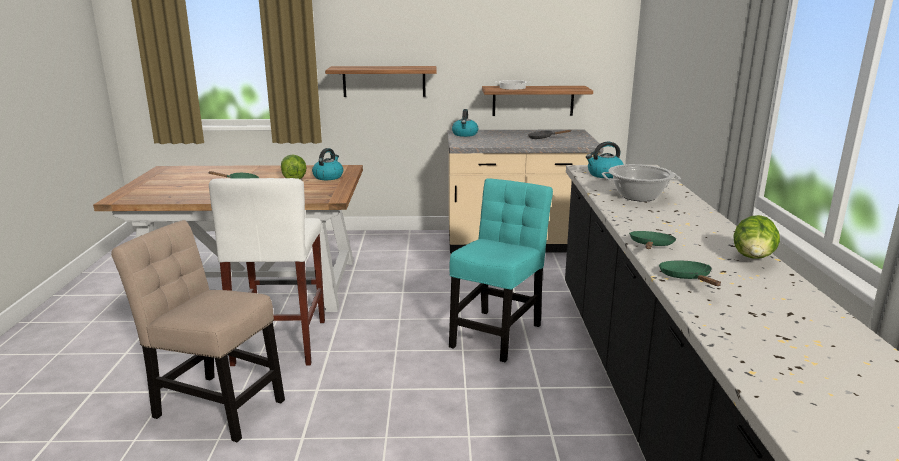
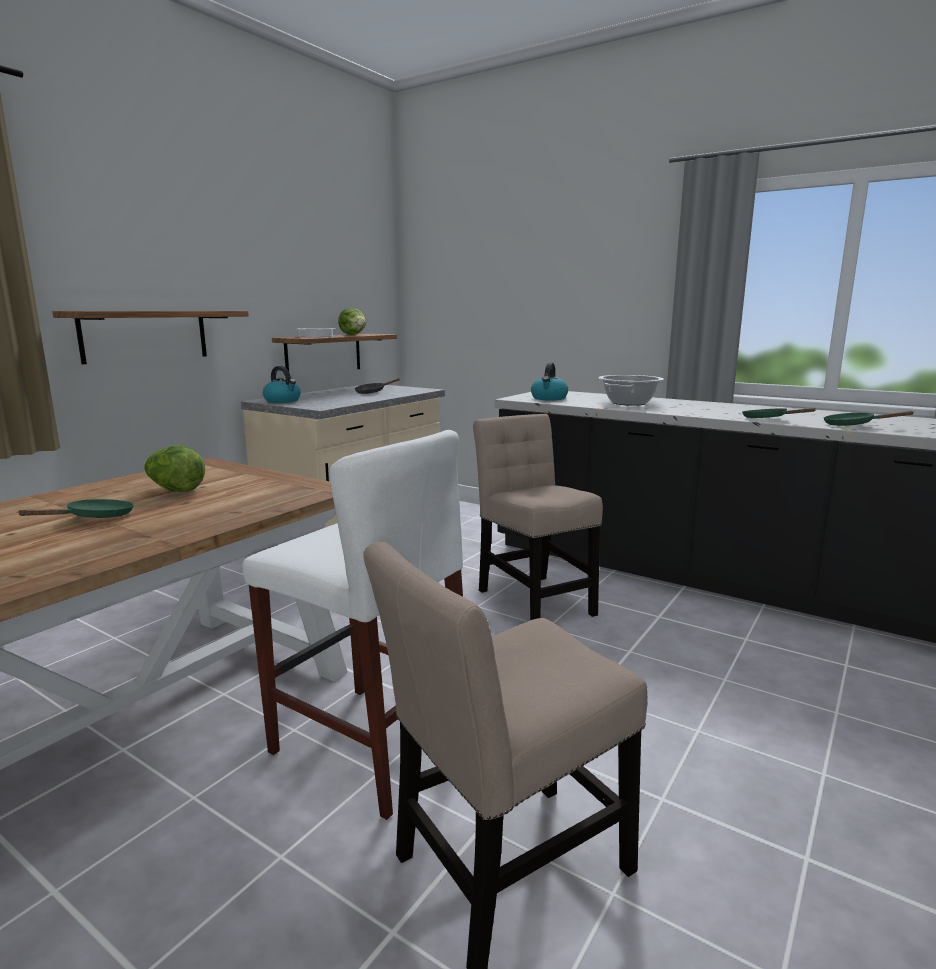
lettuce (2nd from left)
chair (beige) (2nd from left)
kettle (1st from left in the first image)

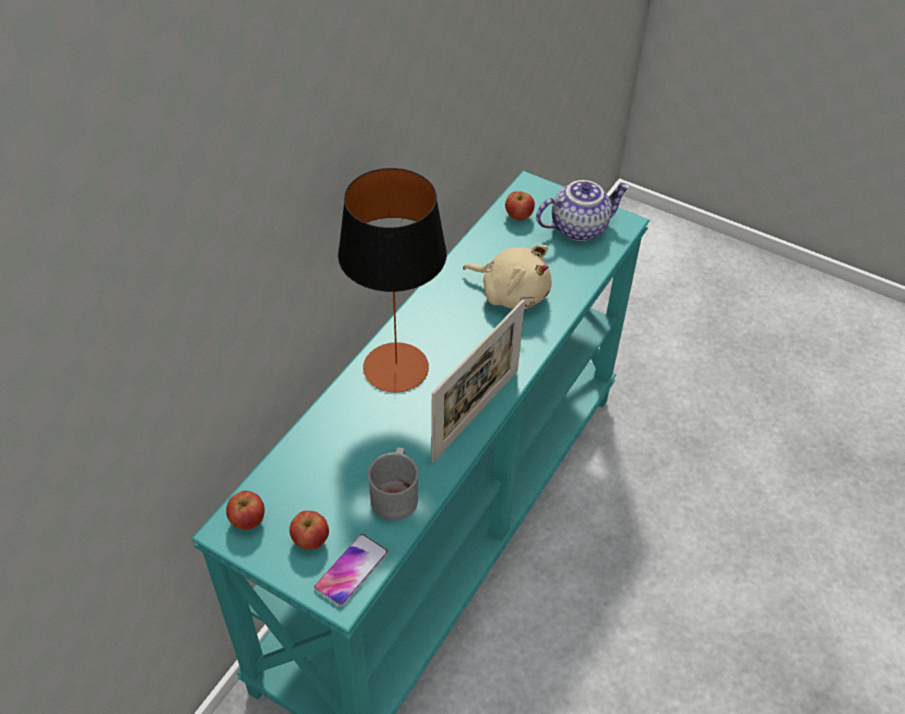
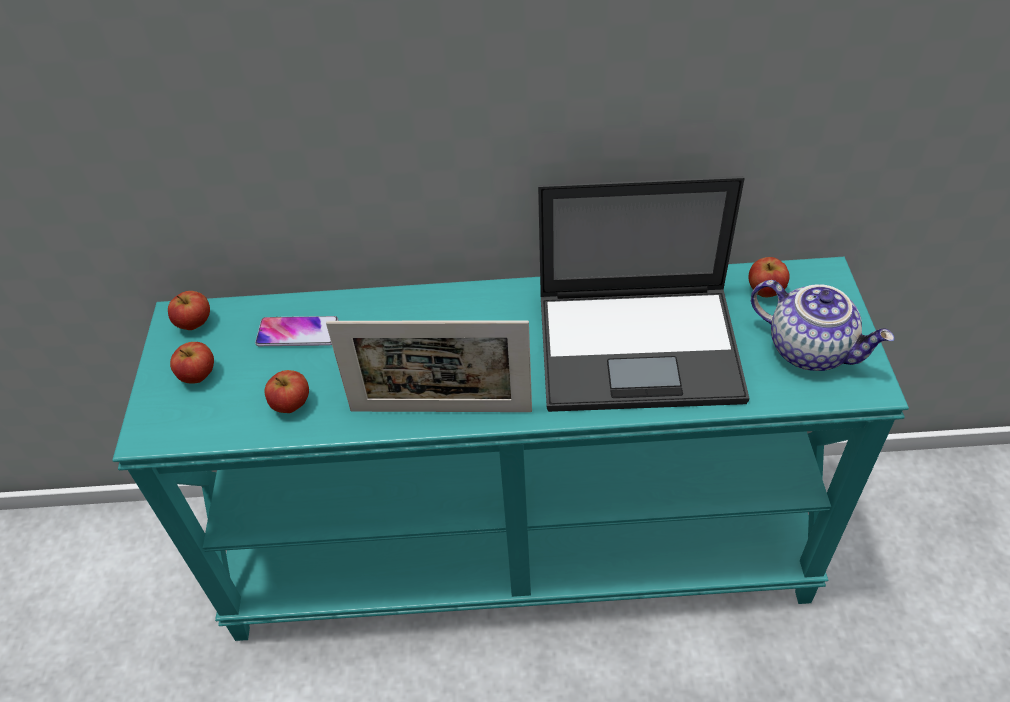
phone
apple (3rd from left)
laptop
table lamp

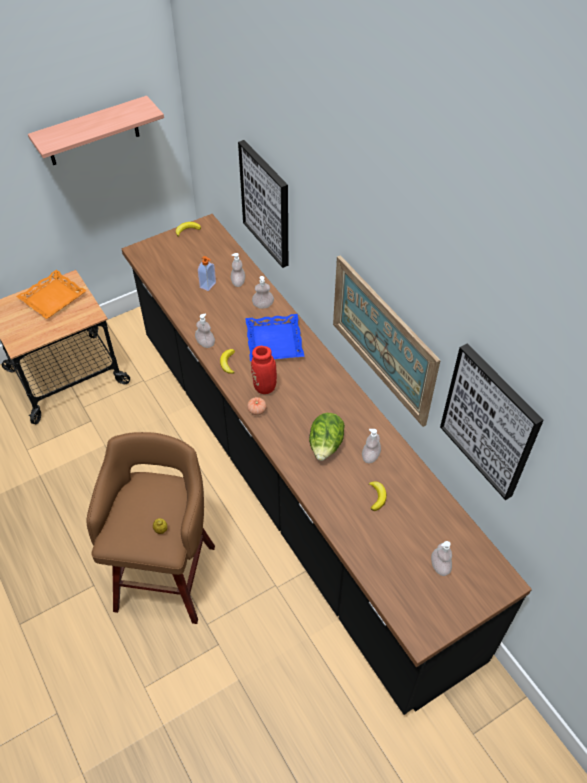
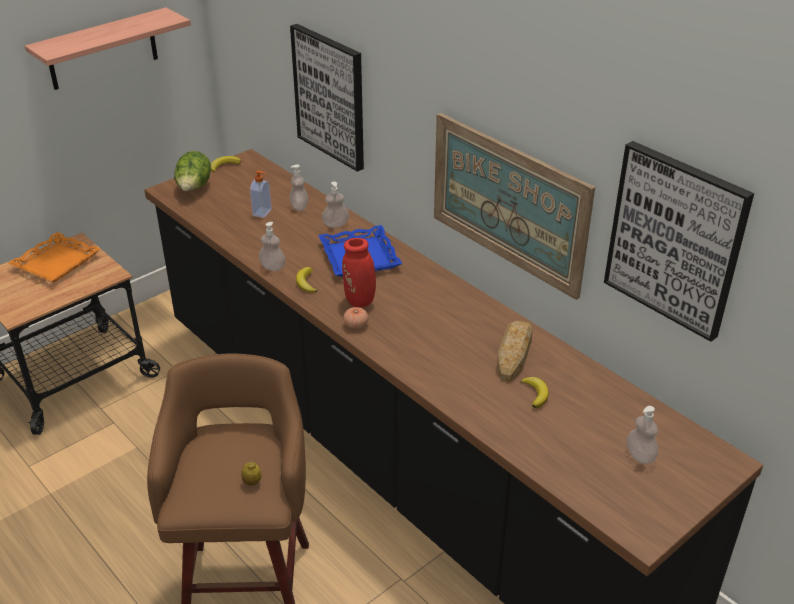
lettuce
bread

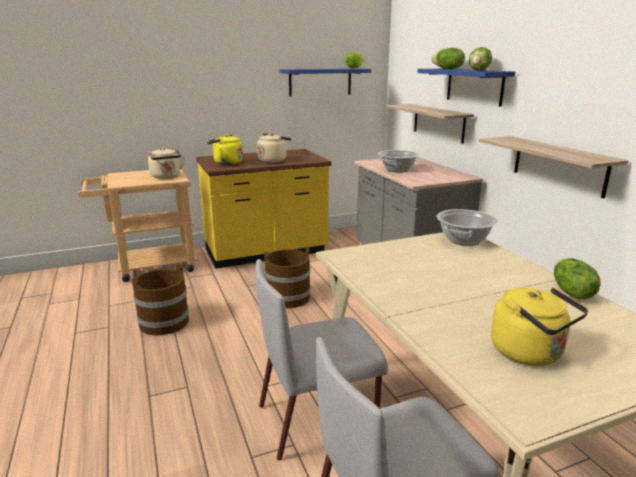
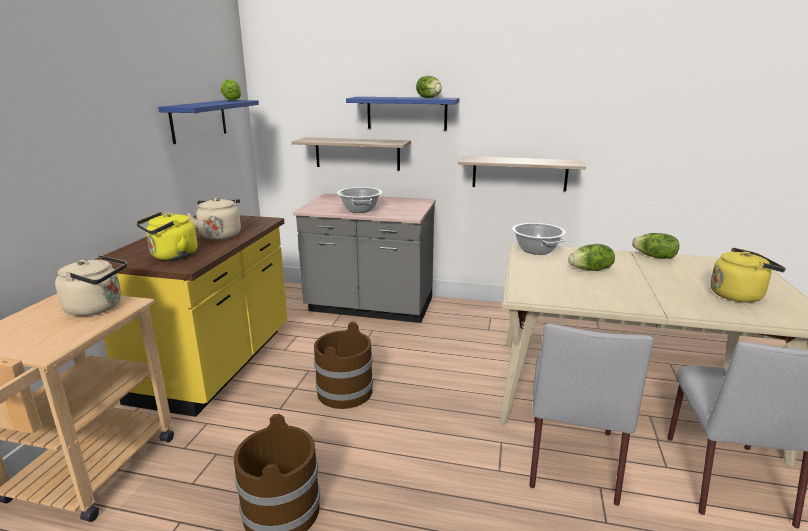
lettuce (3rd from left)

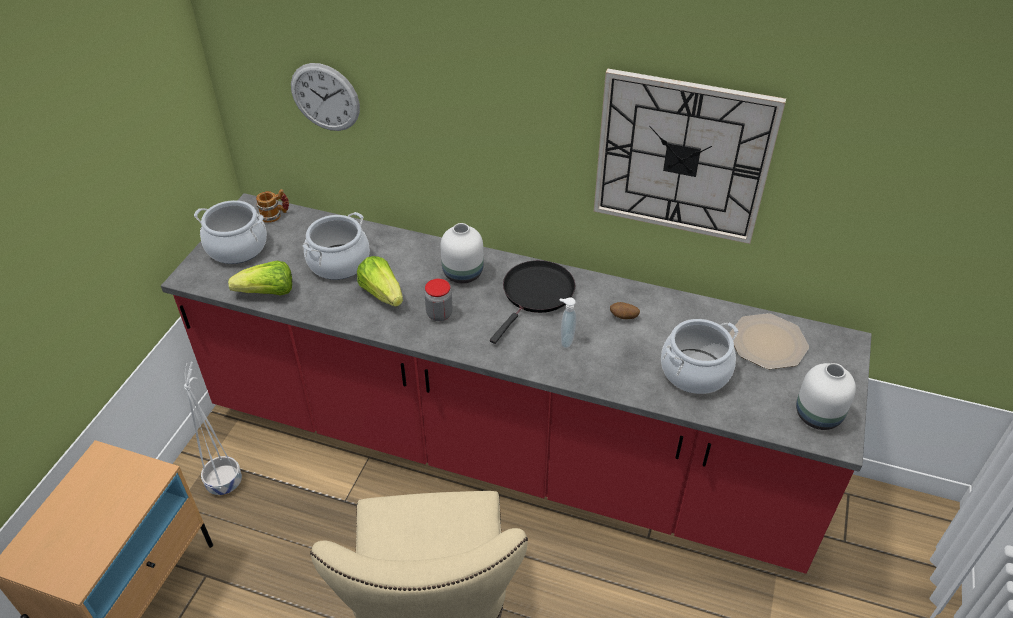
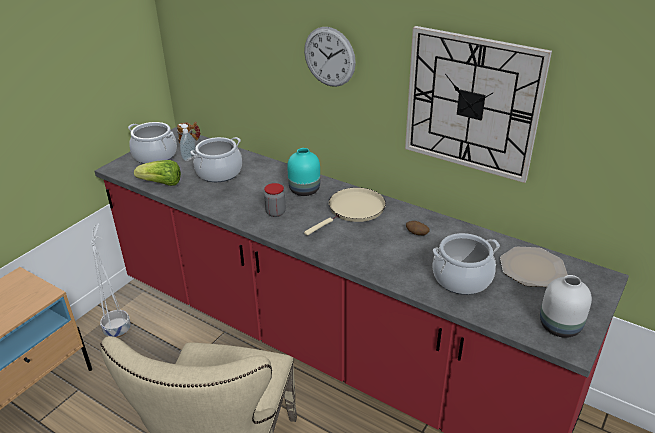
soap dispenser
vase (turquoise)
wall clock (1st from left)
frying pan (beige)
lettuce (2nd from left in the first image)

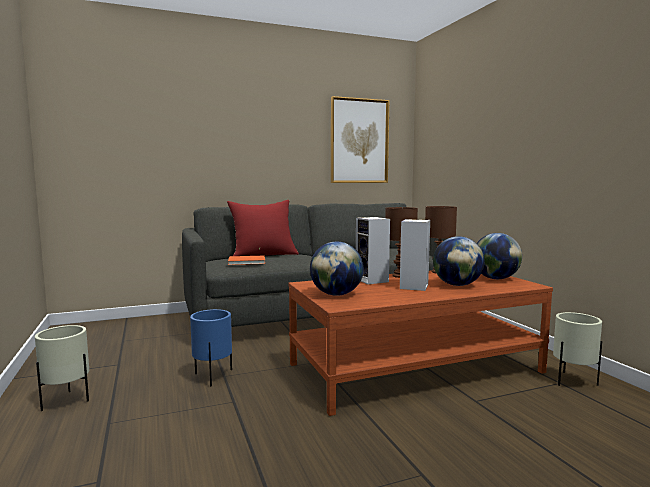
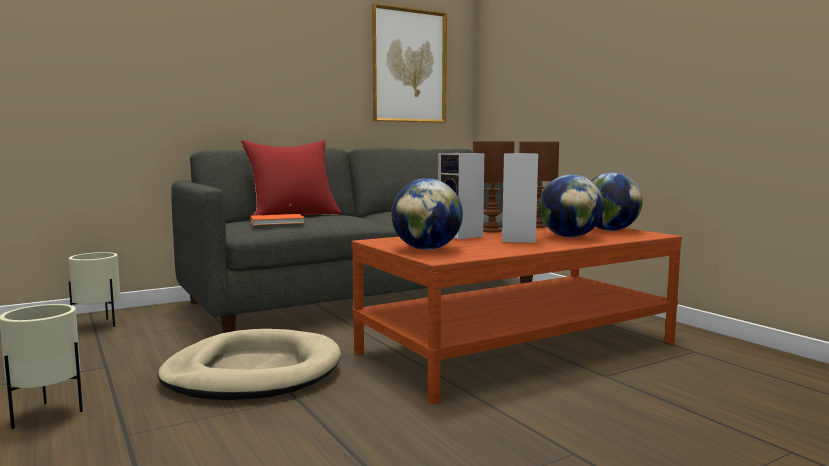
planter (beige) (2nd from left)
dog bed (beige)

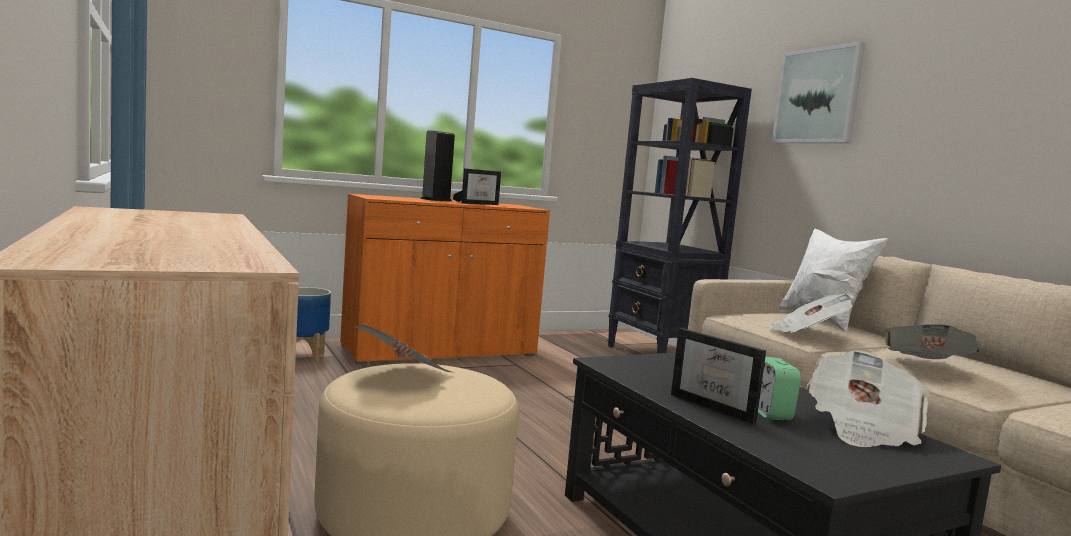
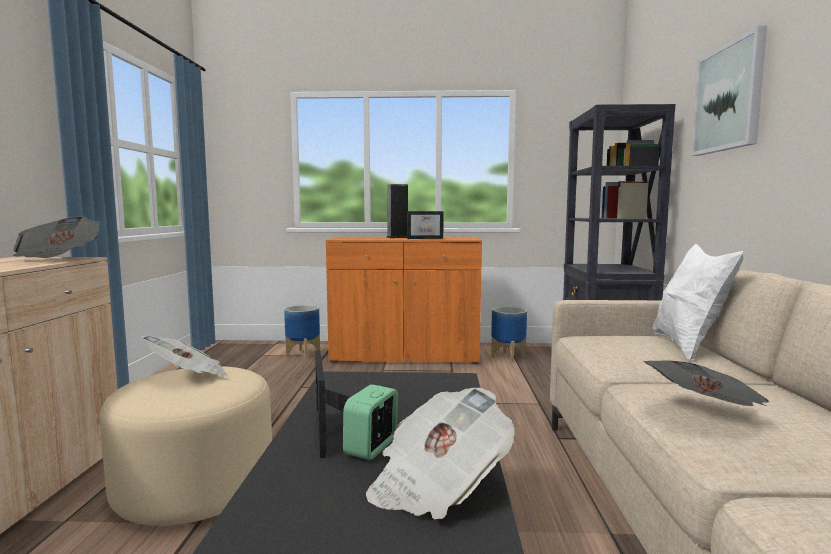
newspaper (1st from left)
planter (2nd from left)

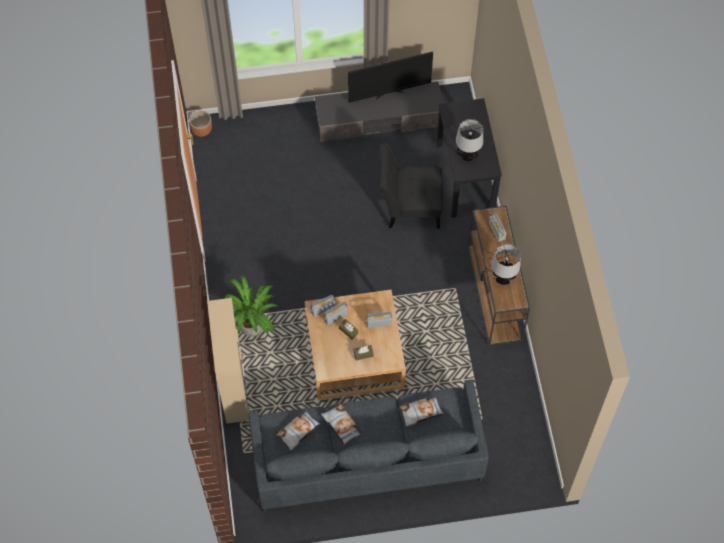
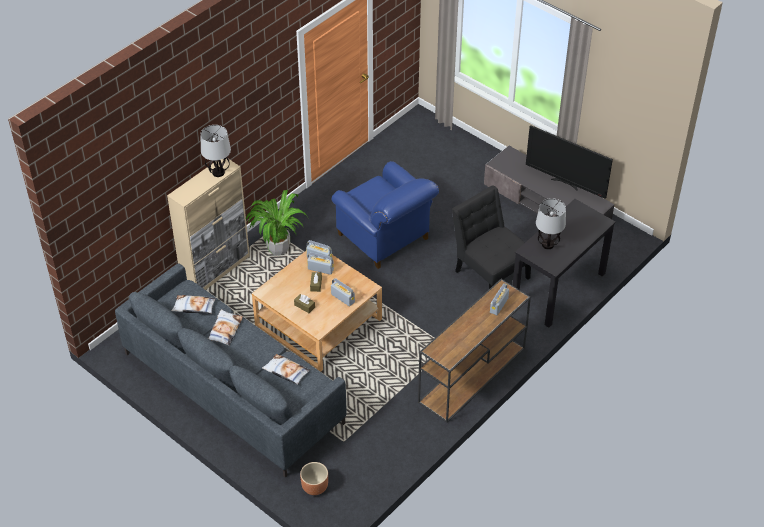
table lamp (1st from left)
planter (brown)
armchair (blue)

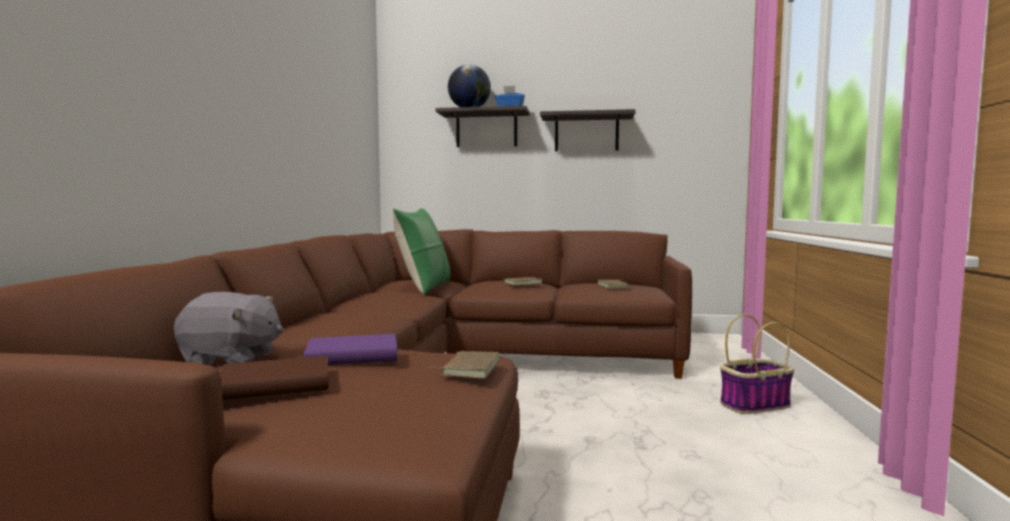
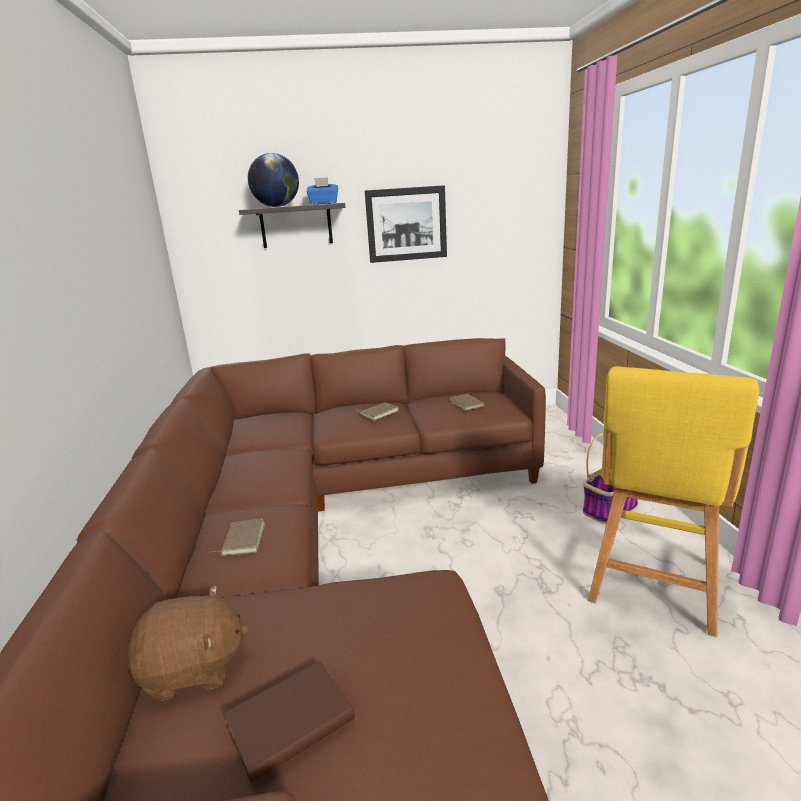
plush toy (brown)
book (brown) (1st from left)
picture
stool (yellow)
book (purple)
pillow (green)

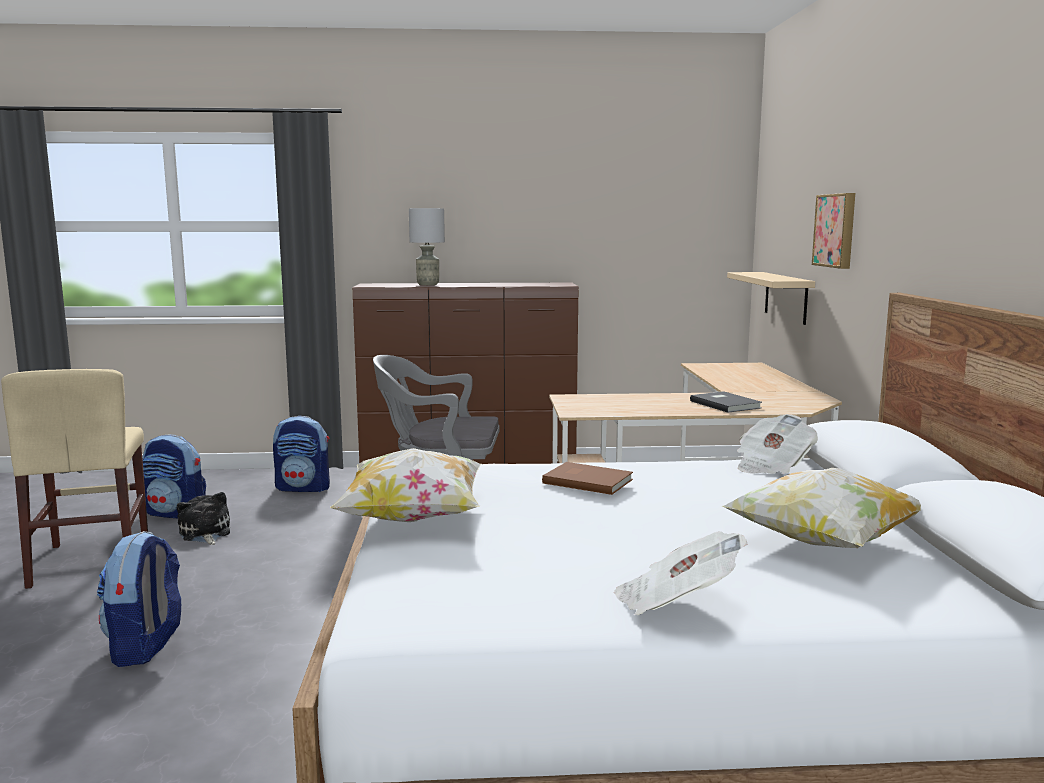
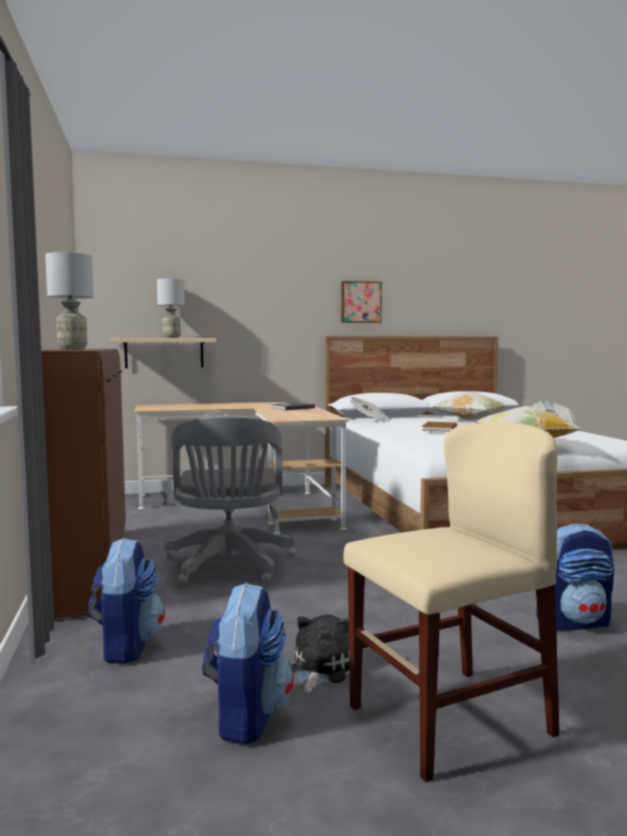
table lamp (grey) (2nd from left)
plush toy
picture

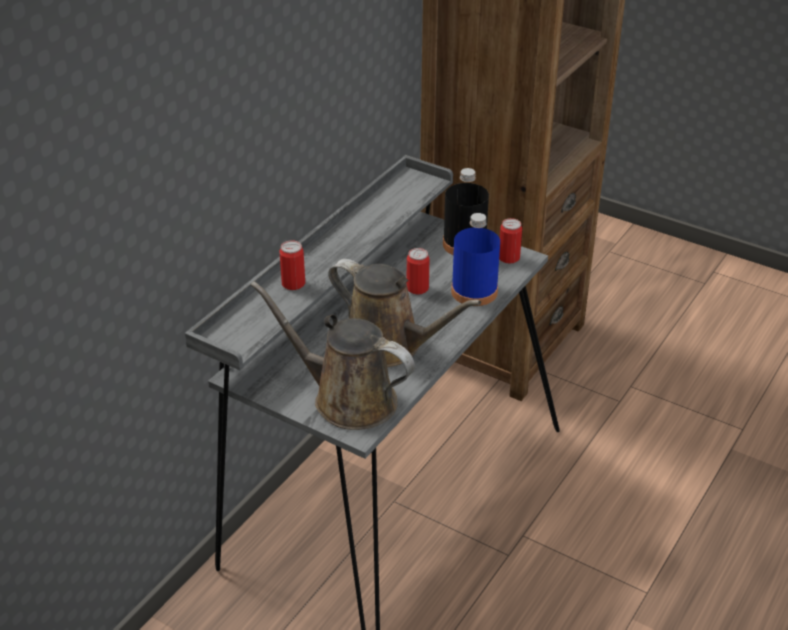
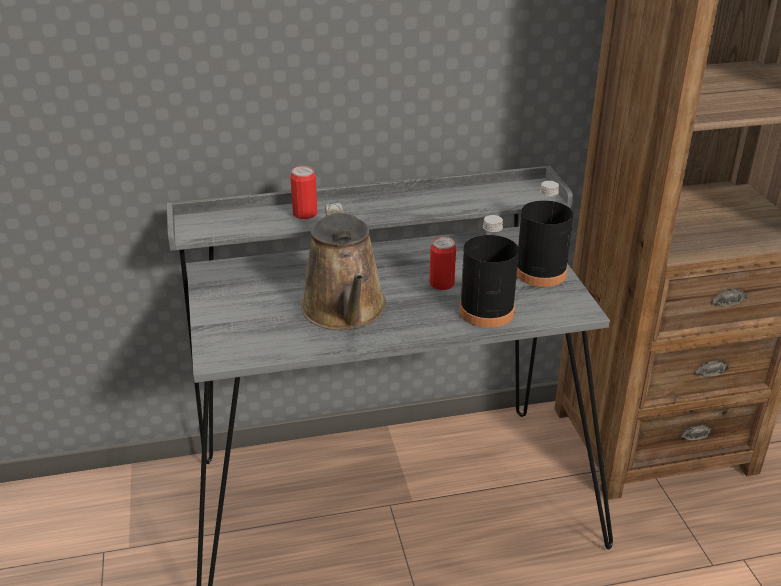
bottle (black) (1st from left)
watering can (brown) (1st from left in the first image)
can (3rd from left in the first image)

